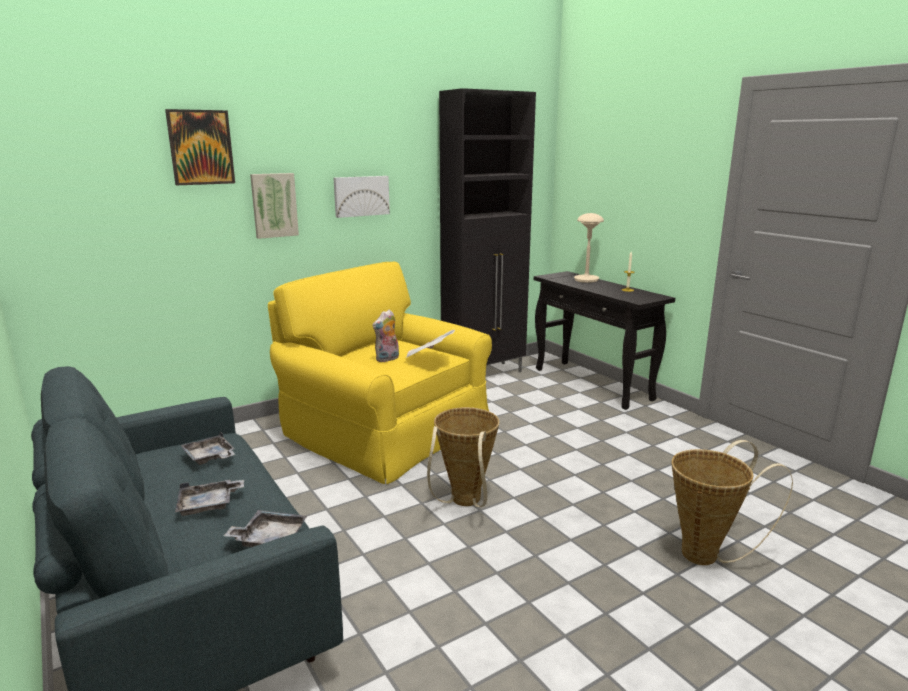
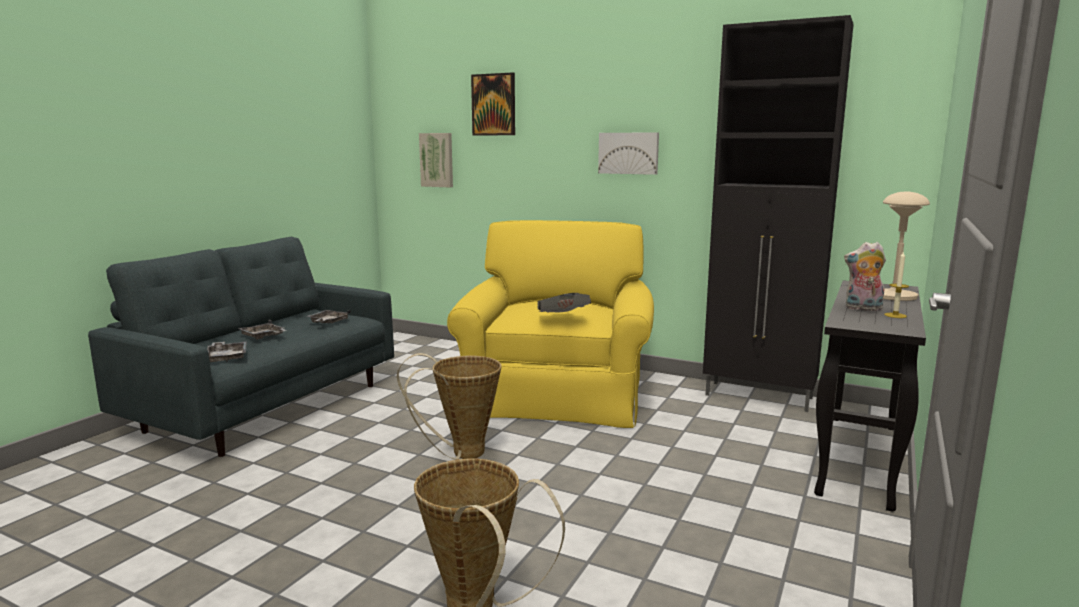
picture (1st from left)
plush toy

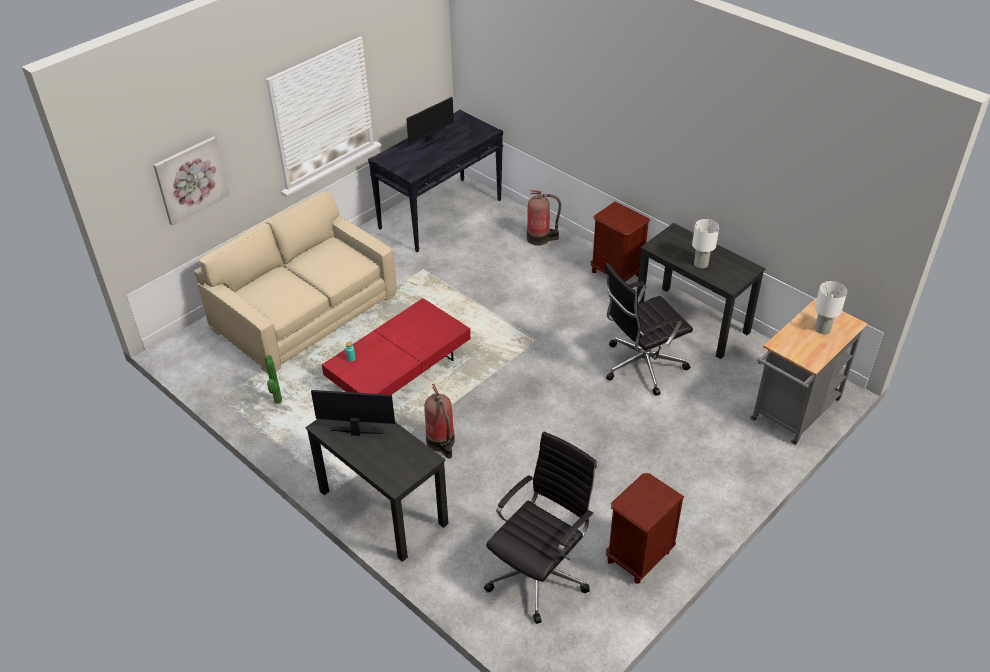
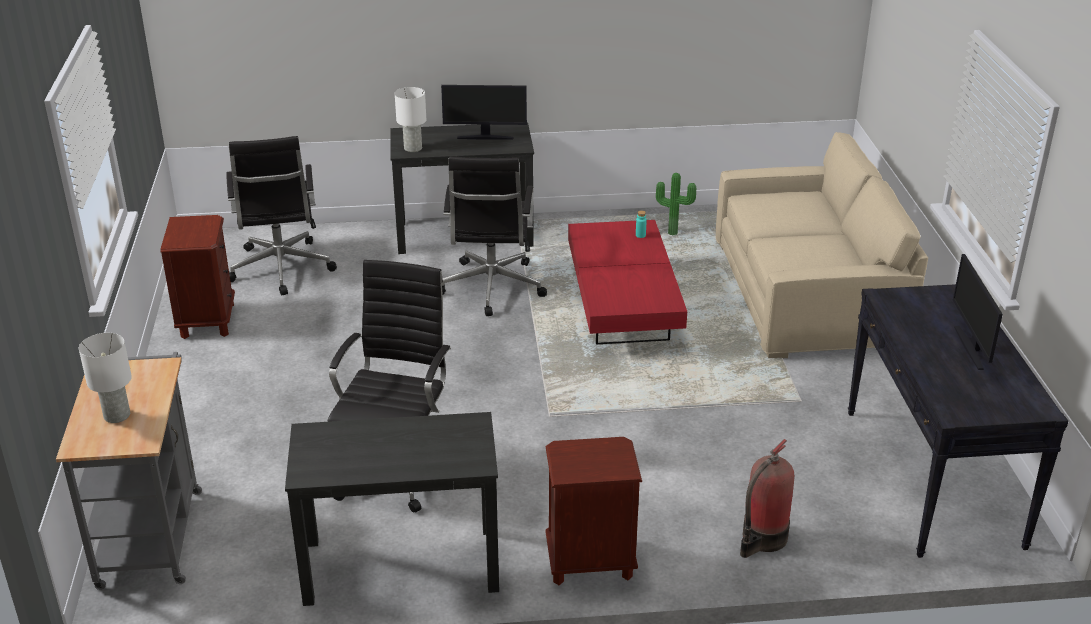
table lamp (white) (2nd from left)
monitor (1st from left)
office chair (black) (3rd from left)
picture

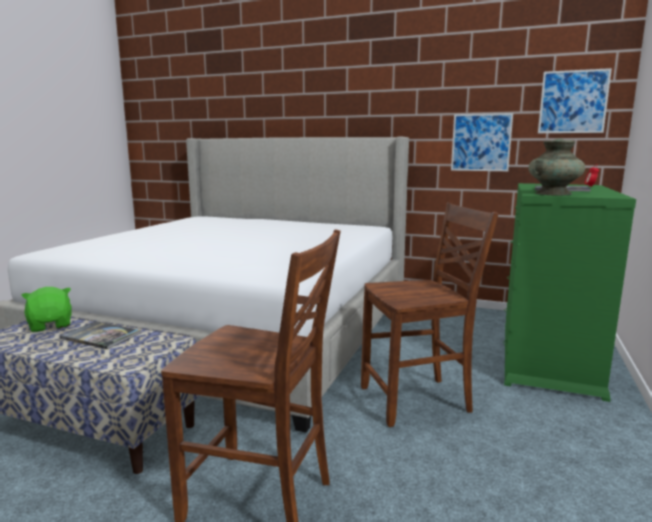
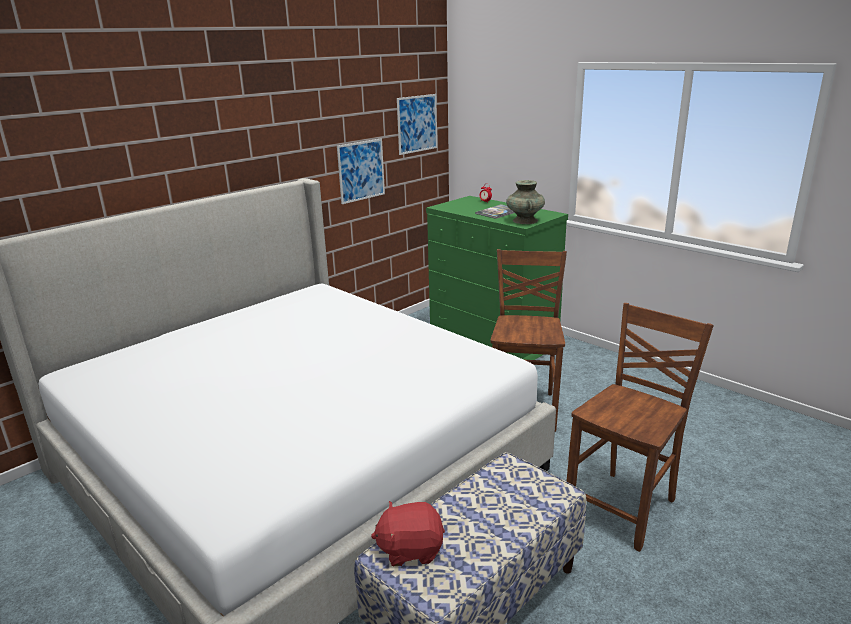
plush toy (red)
book (1st from left in the first image)

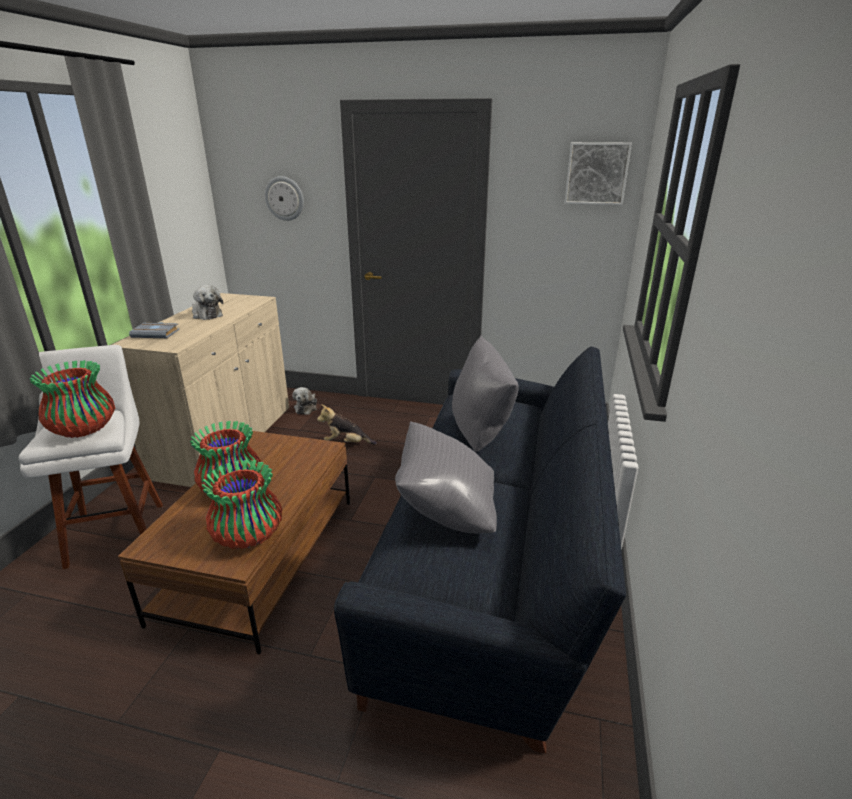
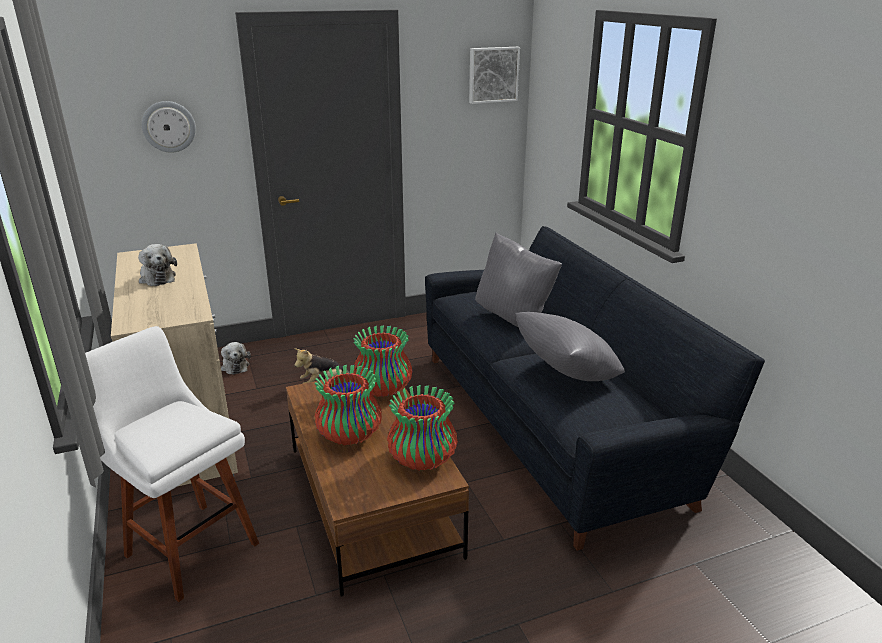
plush toy (1st from left)
vase (2nd from left)
book (grey)

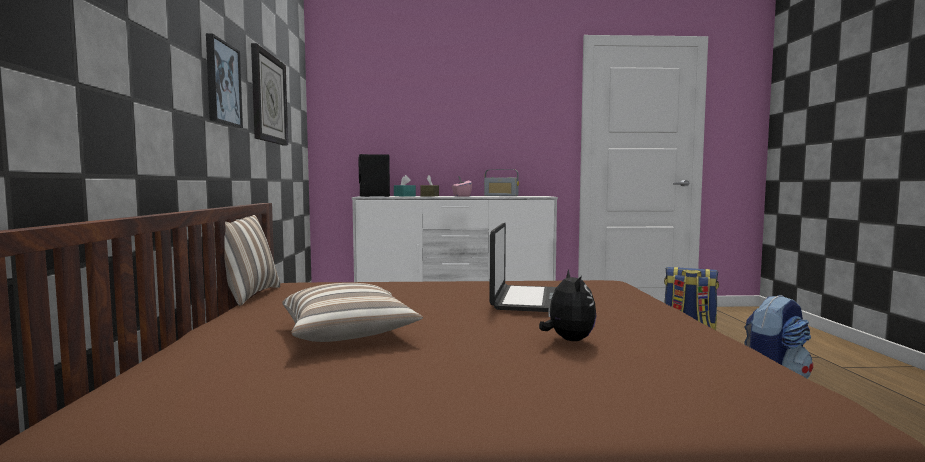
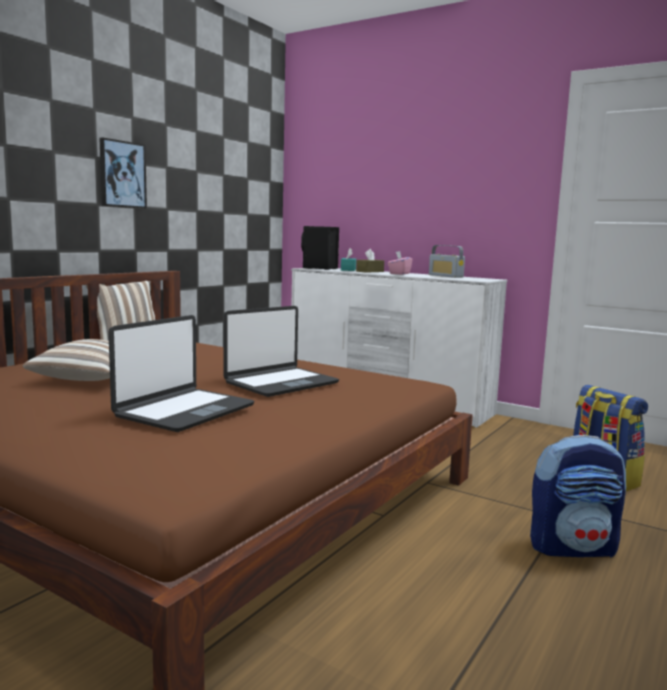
laptop (1st from left)
wall clock

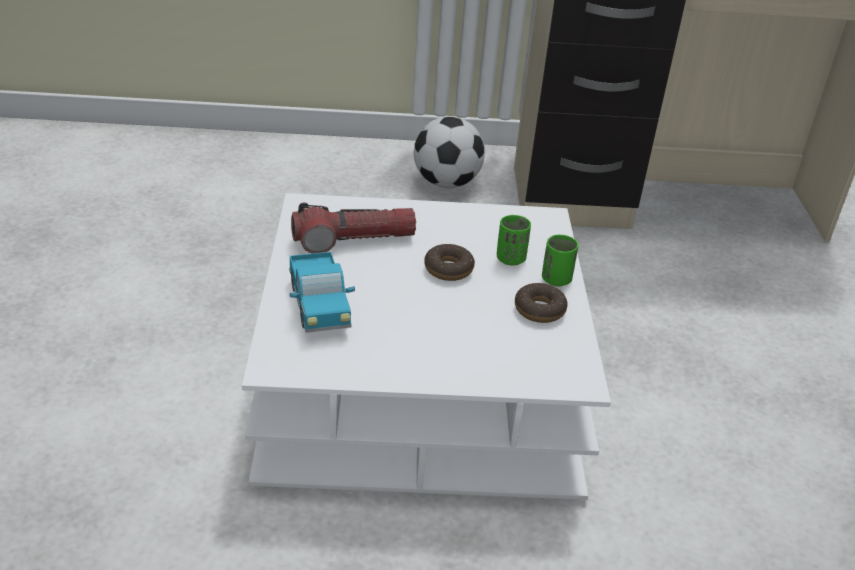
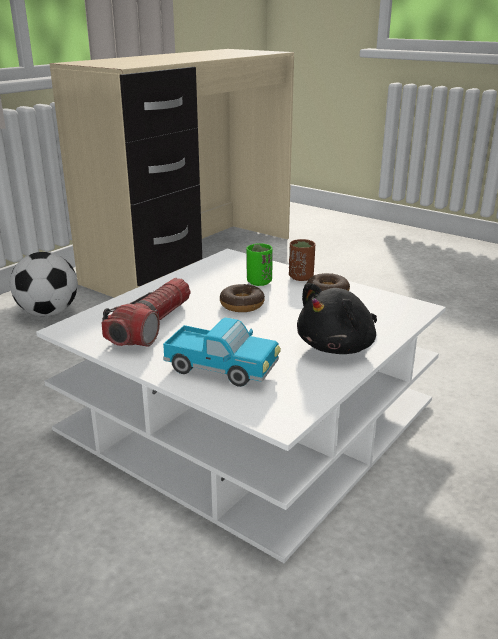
cup (brown)
plush toy (black)

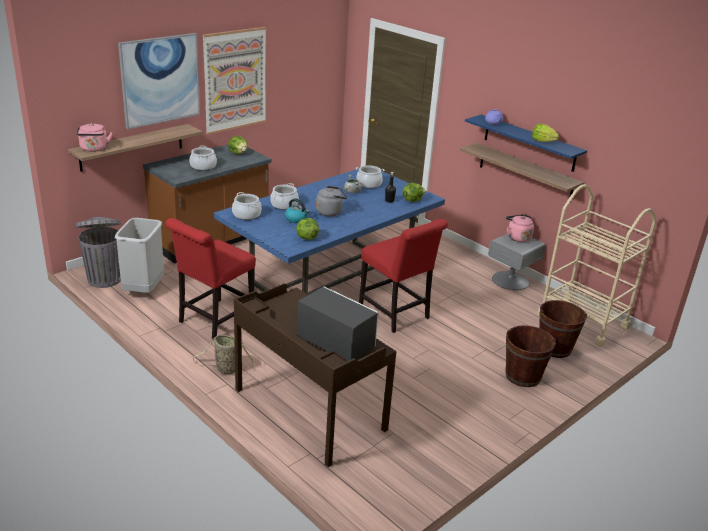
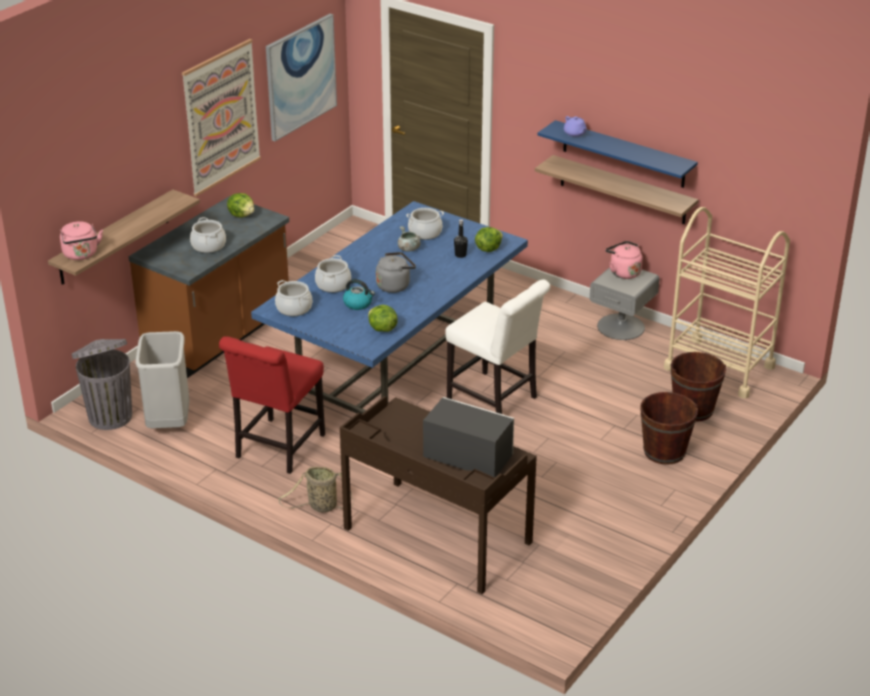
picture (2nd from left)
chair (white)
lettuce (4th from left in the first image)

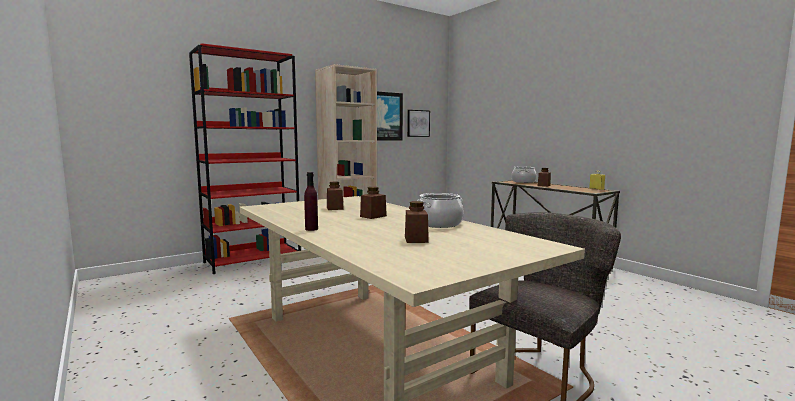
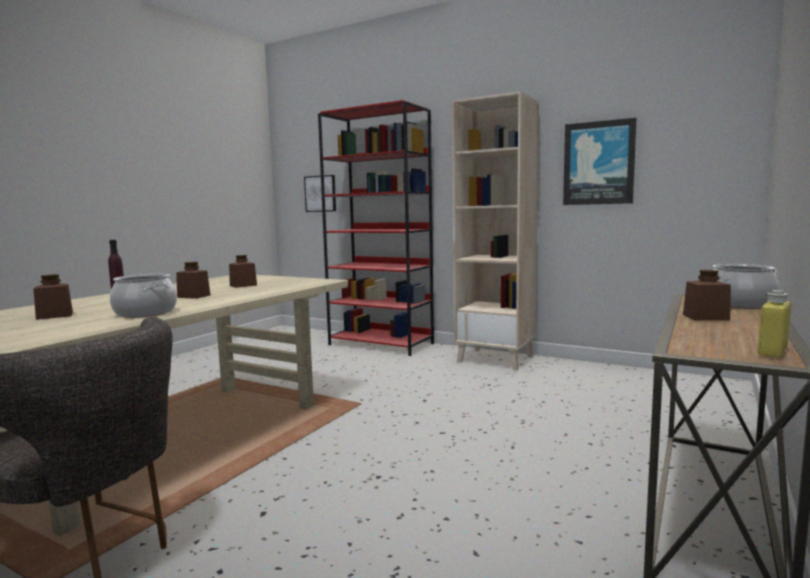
picture (1st from left)

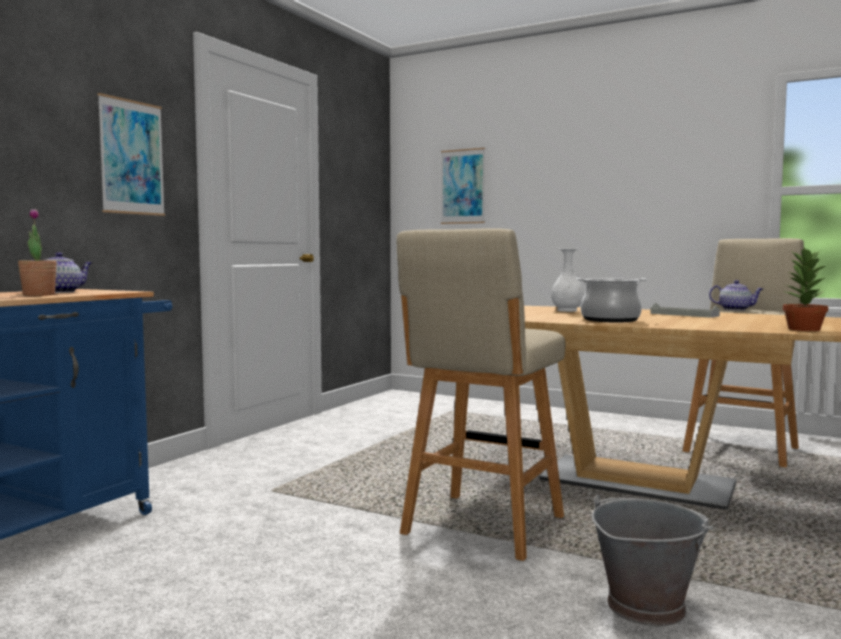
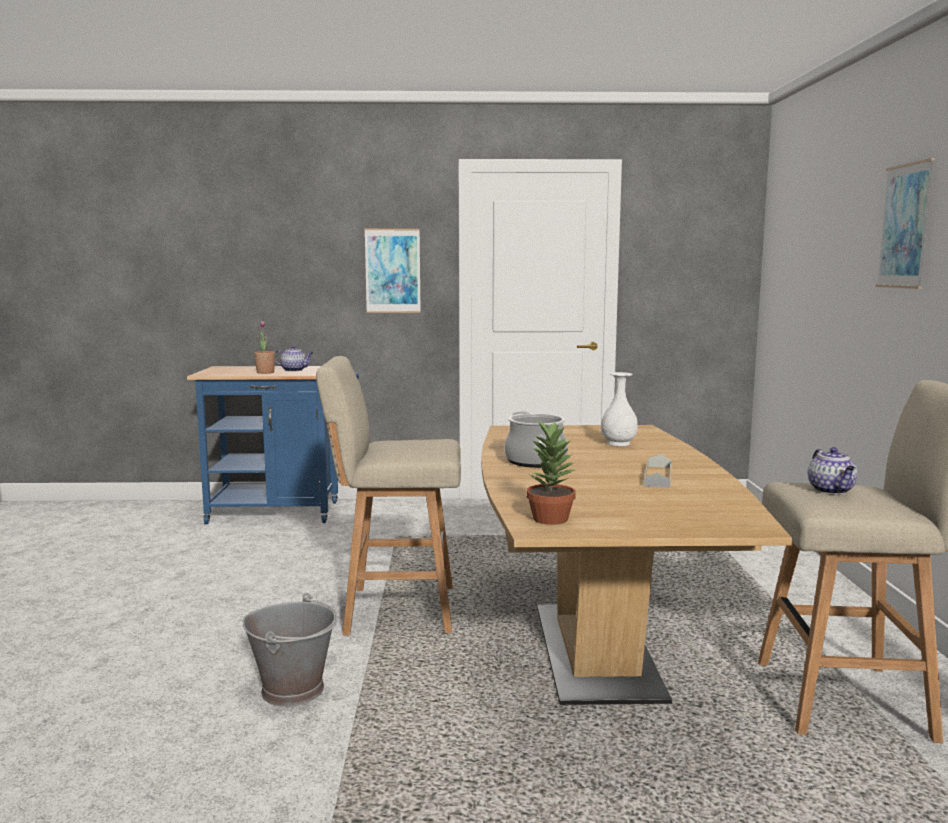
picture (2nd from left)

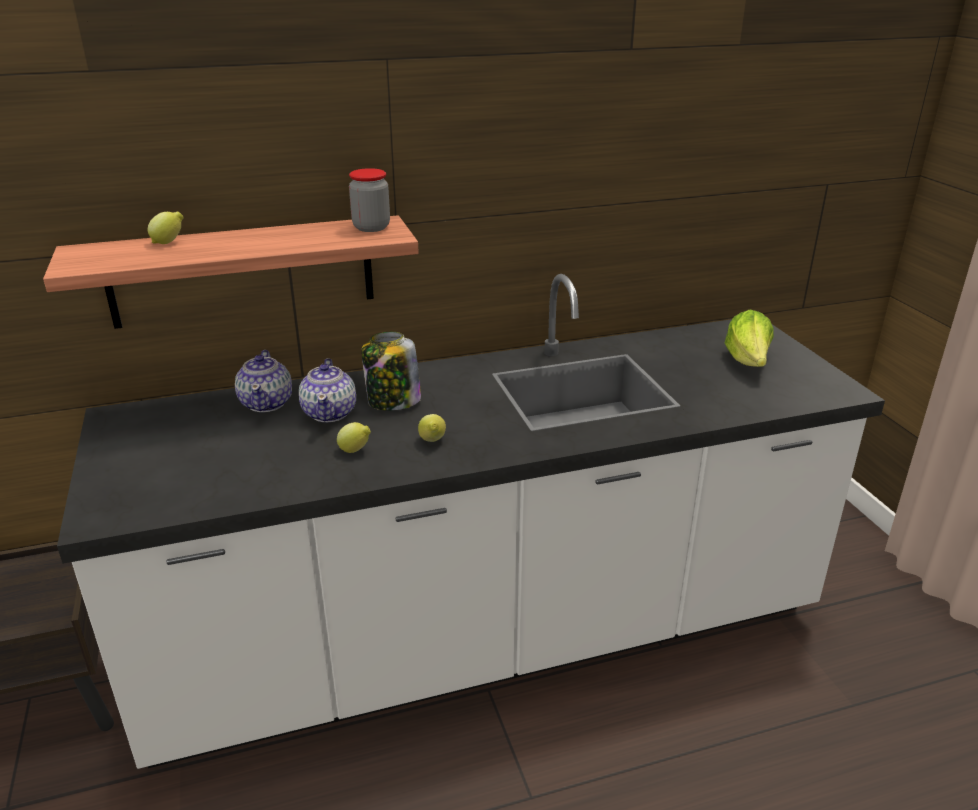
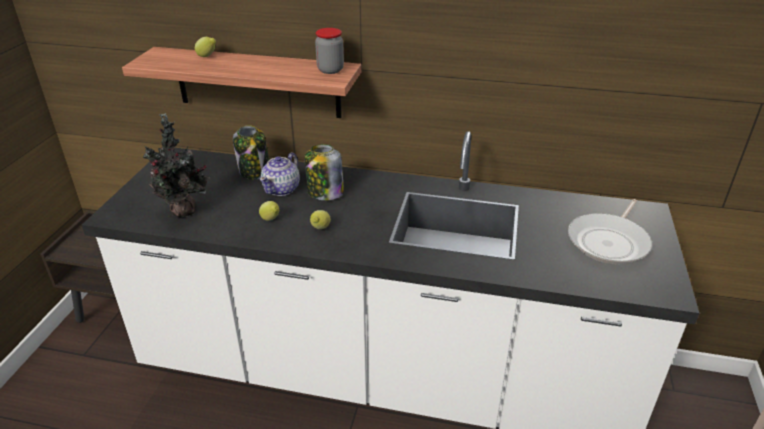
potted plant
jar (1st from left)
frying pan

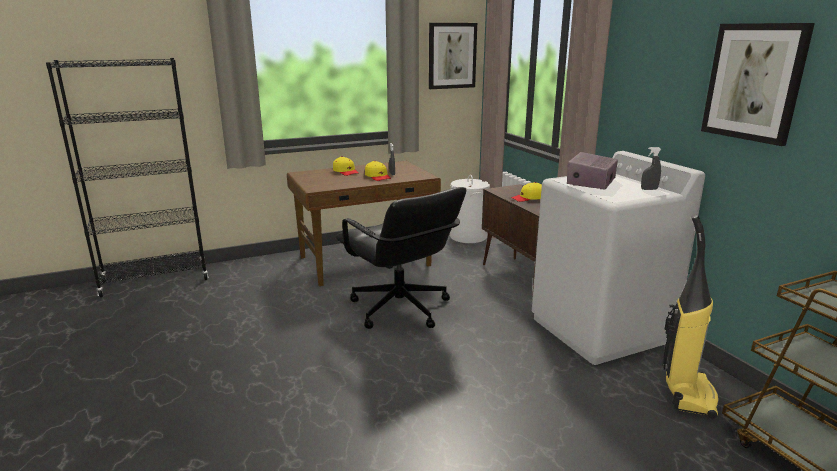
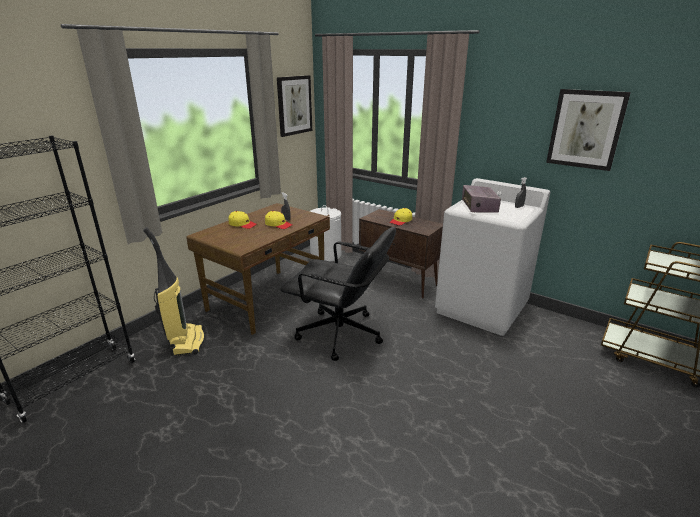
vacuum cleaner

